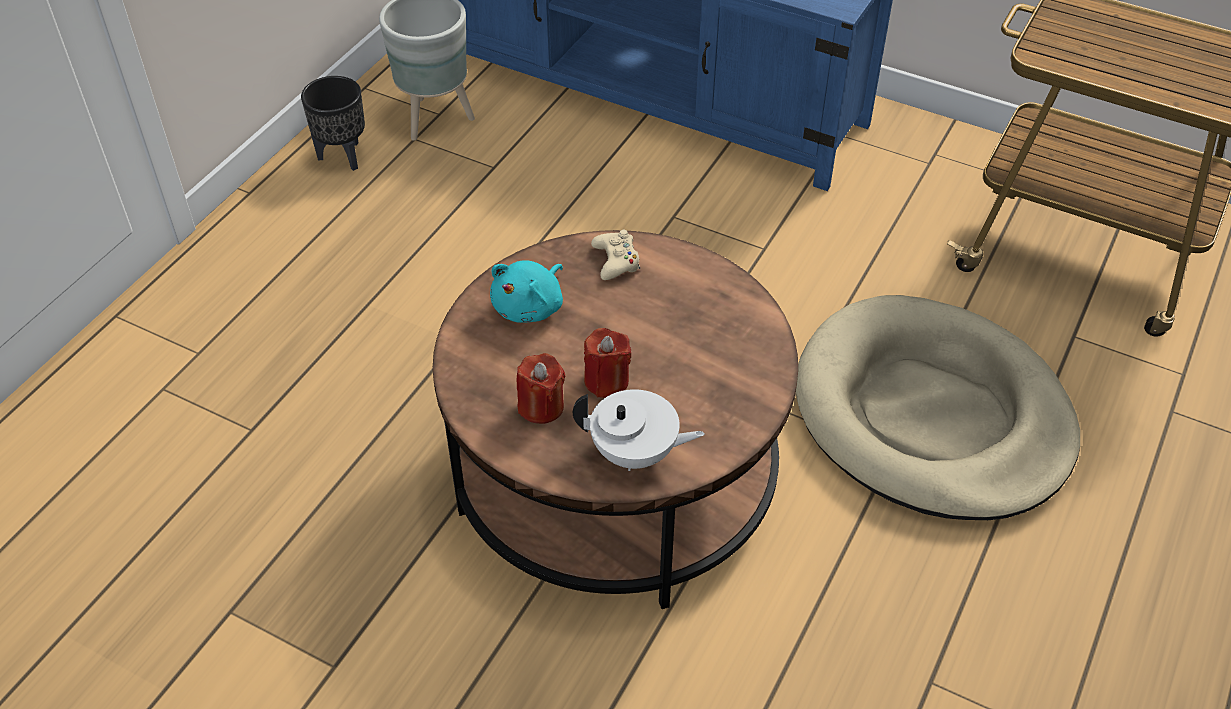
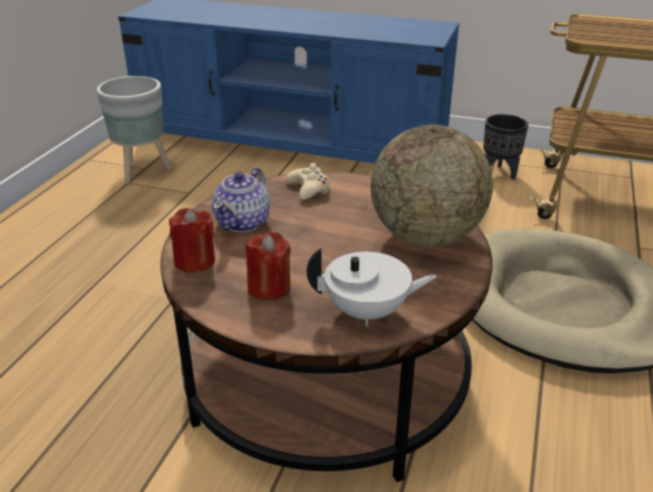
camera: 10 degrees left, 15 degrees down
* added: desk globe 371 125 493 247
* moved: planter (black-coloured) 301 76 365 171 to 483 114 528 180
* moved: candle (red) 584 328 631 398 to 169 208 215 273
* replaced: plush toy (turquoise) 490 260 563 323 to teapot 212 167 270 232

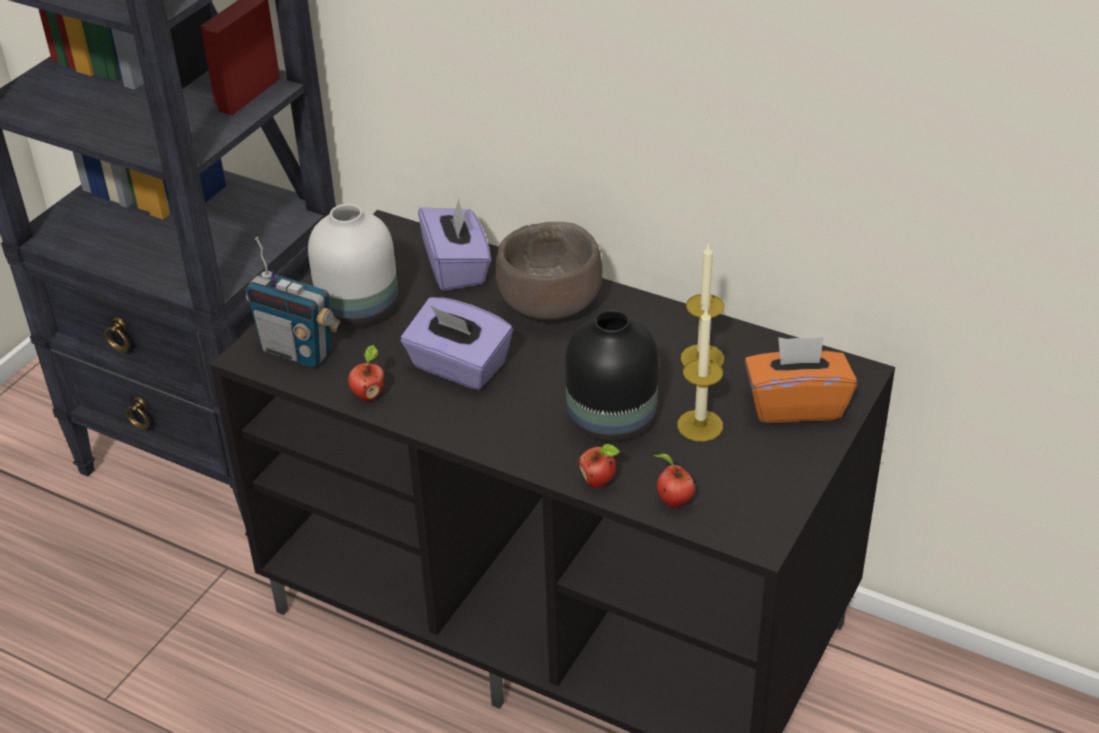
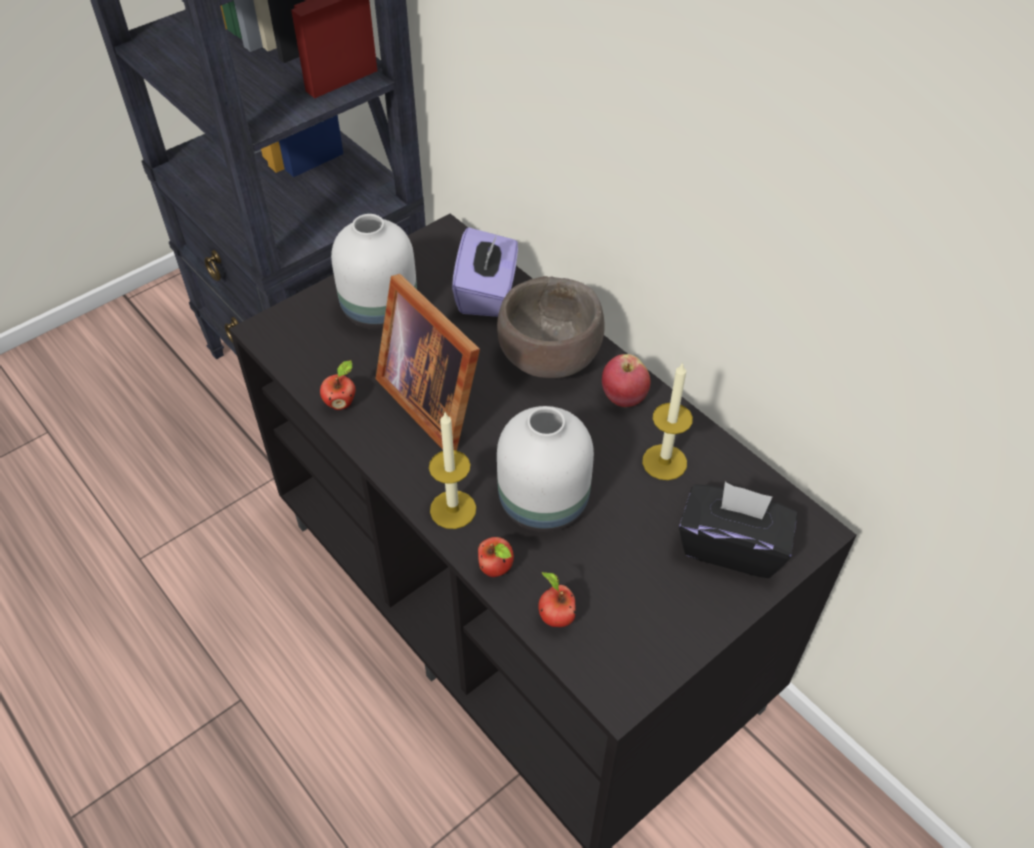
camera: 20 degrees right, 10 degrees up
* removed: radio set 245 237 341 368
* added: apple fruit 602 354 650 407
* moved: candle 677 307 723 441 to 429 412 476 529
* replaced: tissue box (purplish) 401 297 513 390 to standing frame 376 274 480 451
* recoloured: decorative vase (black-coloured) 565 310 659 442 to decorative vase (whitish) 497 406 594 532
* recoloured: tissue box (orange) 744 337 857 423 to tissue box (black-coloured) 679 482 797 578

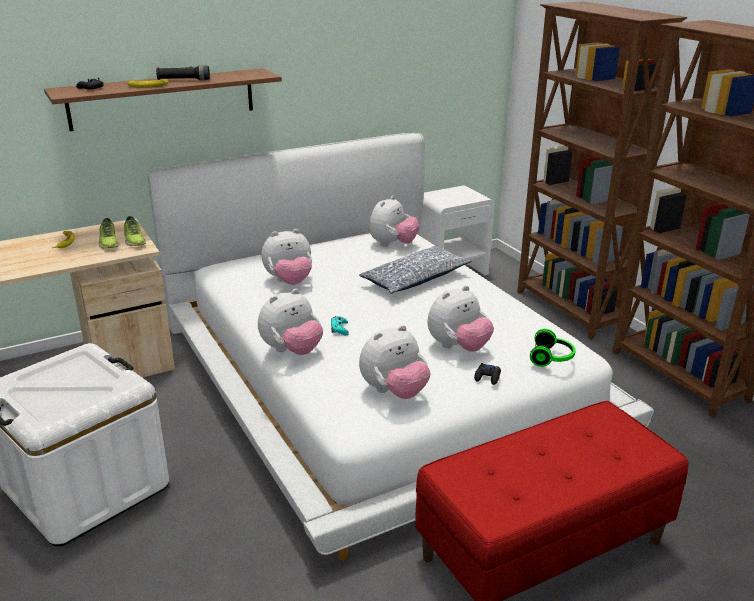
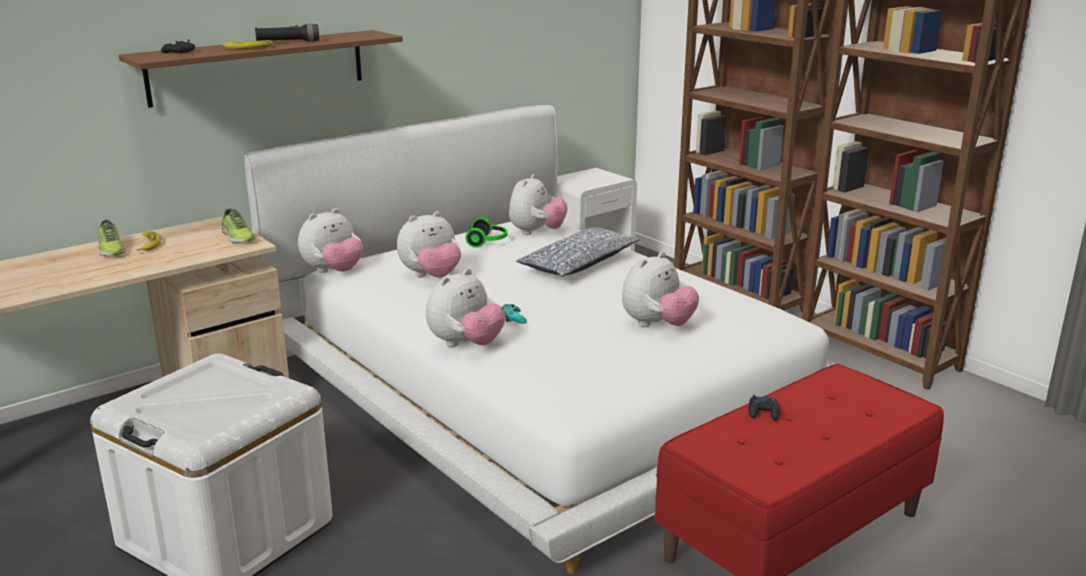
camera: 10 degrees left, 5 degrees down
* moved: low shoe 99 218 119 249 to 98 220 126 256
* moved: plush toy 359 325 431 399 to 298 208 363 273
* moved: joypad (black-coloured) 474 363 501 385 to 749 395 780 420
* moved: headphones 530 329 575 367 to 465 217 508 248

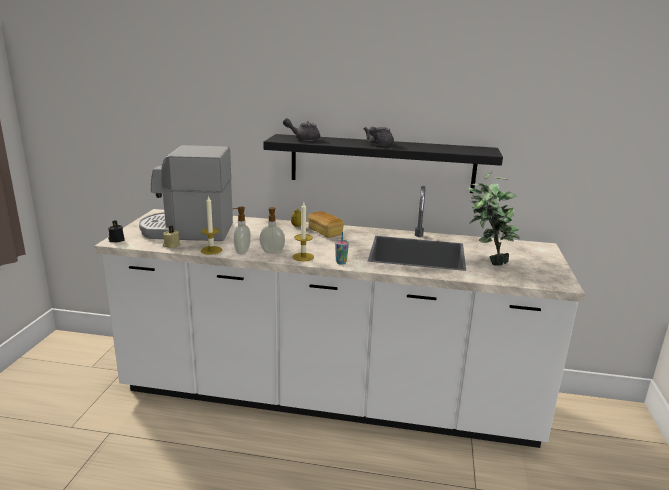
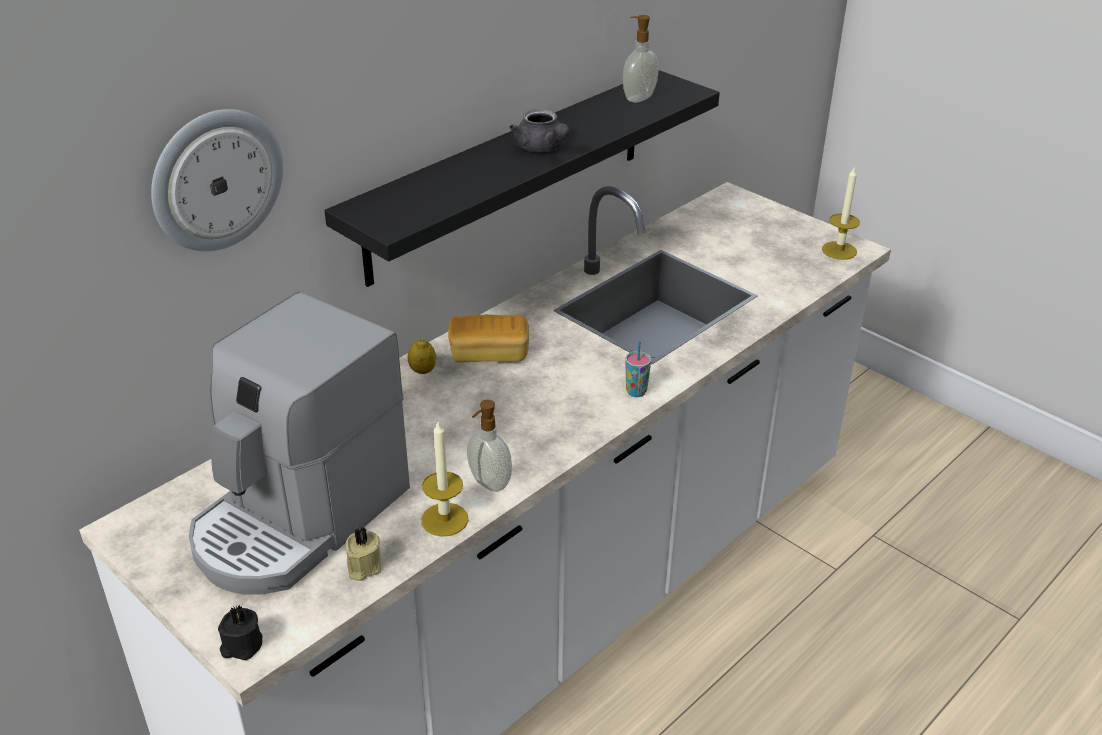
camera: 55 degrees left, 15 degrees up
* removed: teapot (grey) 283 118 320 141
* removed: potted plant 468 171 520 266
* added: wall clock 151 109 283 251
* moved: soap bottle 260 207 285 254 to 623 15 659 103
* moved: candle 293 202 314 261 to 822 168 860 260

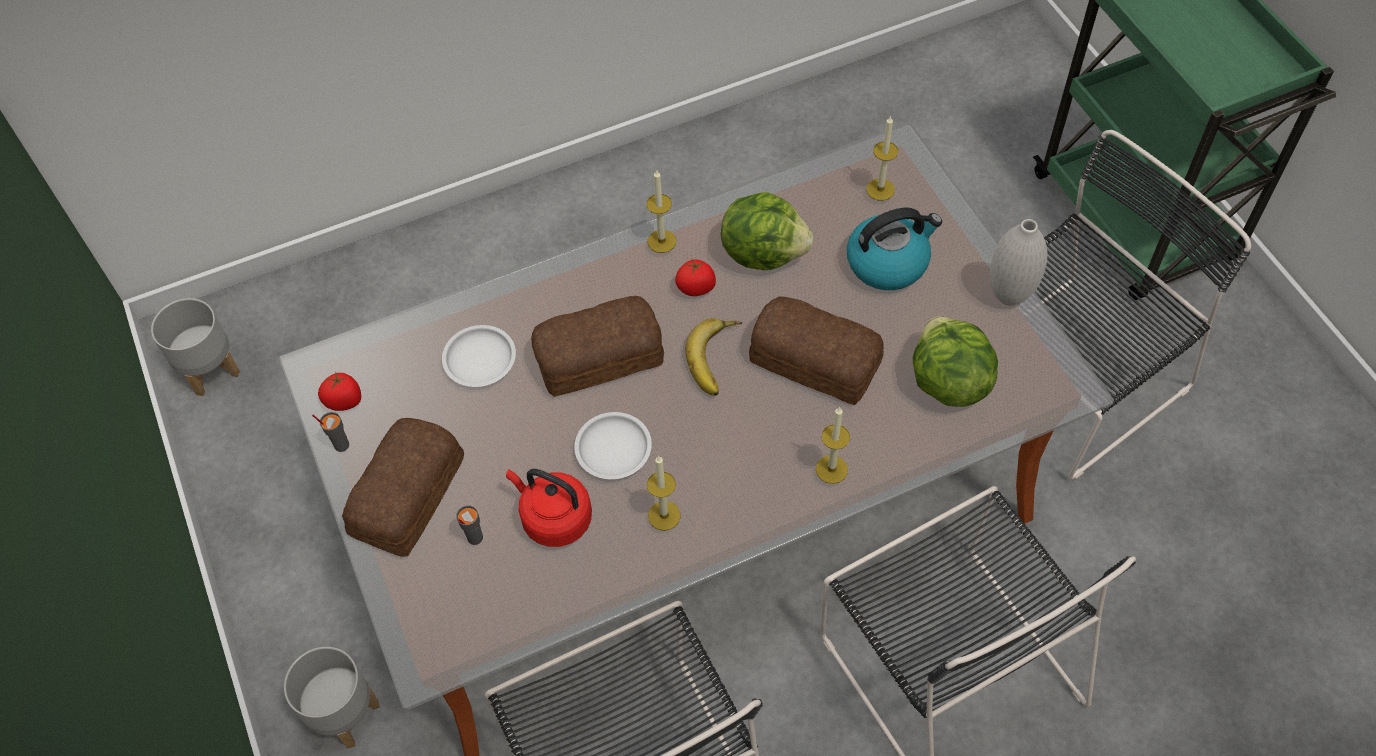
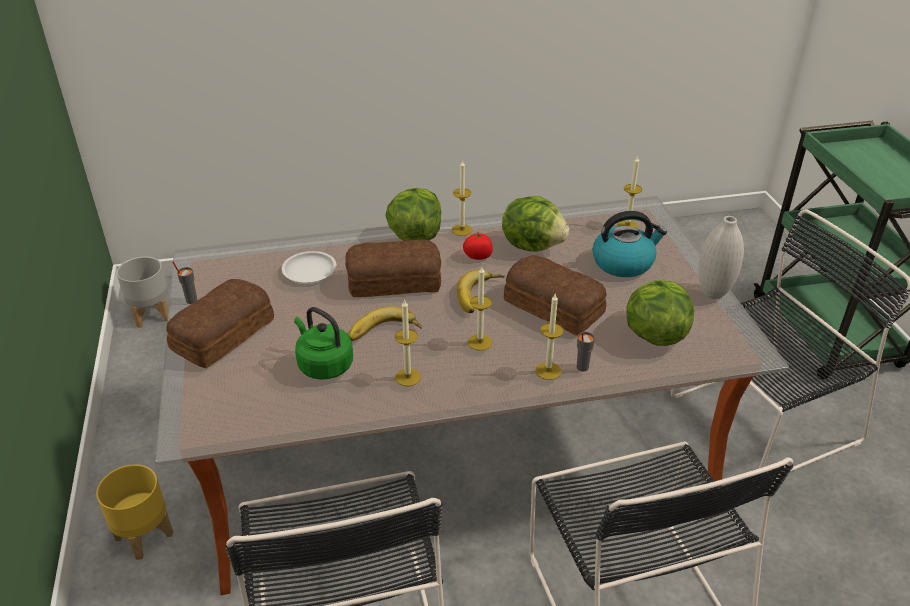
camera: 10 degrees right, 20 degrees down
* removed: whole tomato 318 371 361 411
* added: lettuce head 385 188 441 240
* added: candle 467 267 492 351
* moved: drinking cup (grey) 456 505 483 545 to 576 332 595 372
* replaced: flat dish (whitish) 574 412 652 479 to banana 349 306 421 341
* recoloured: planter (grey) 284 647 380 749 to planter (yellow) 96 464 173 560
* recoloured: kettle (red) 506 469 592 547 to kettle (green) 294 307 353 380

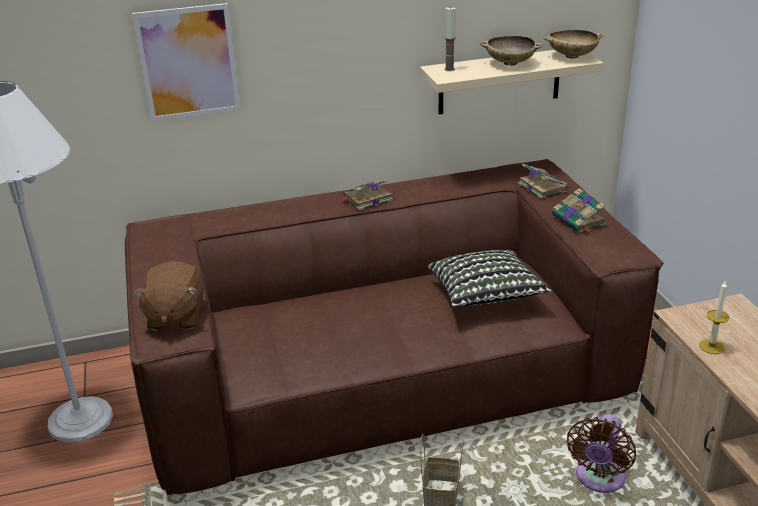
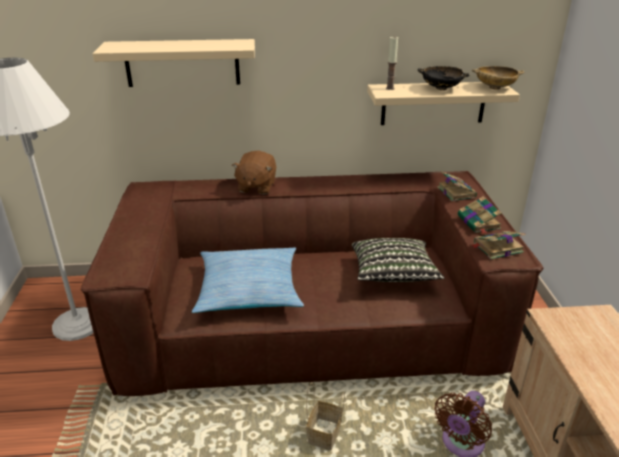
camera: 10 degrees right, 0 degrees up
* removed: candle 699 280 729 354
* added: cushion 192 247 304 313
* moved: plush toy (brown-coloured) 133 261 203 331 to 232 150 276 195
* moved: book 340 179 393 210 to 471 231 526 260
* replaced: picture 132 3 241 121 to bracket shelf (beige-coloured) 93 39 255 87
* recoloured: deep dish (beige-coloured) 480 36 543 66 to deep dish (black-coloured) 418 66 469 90

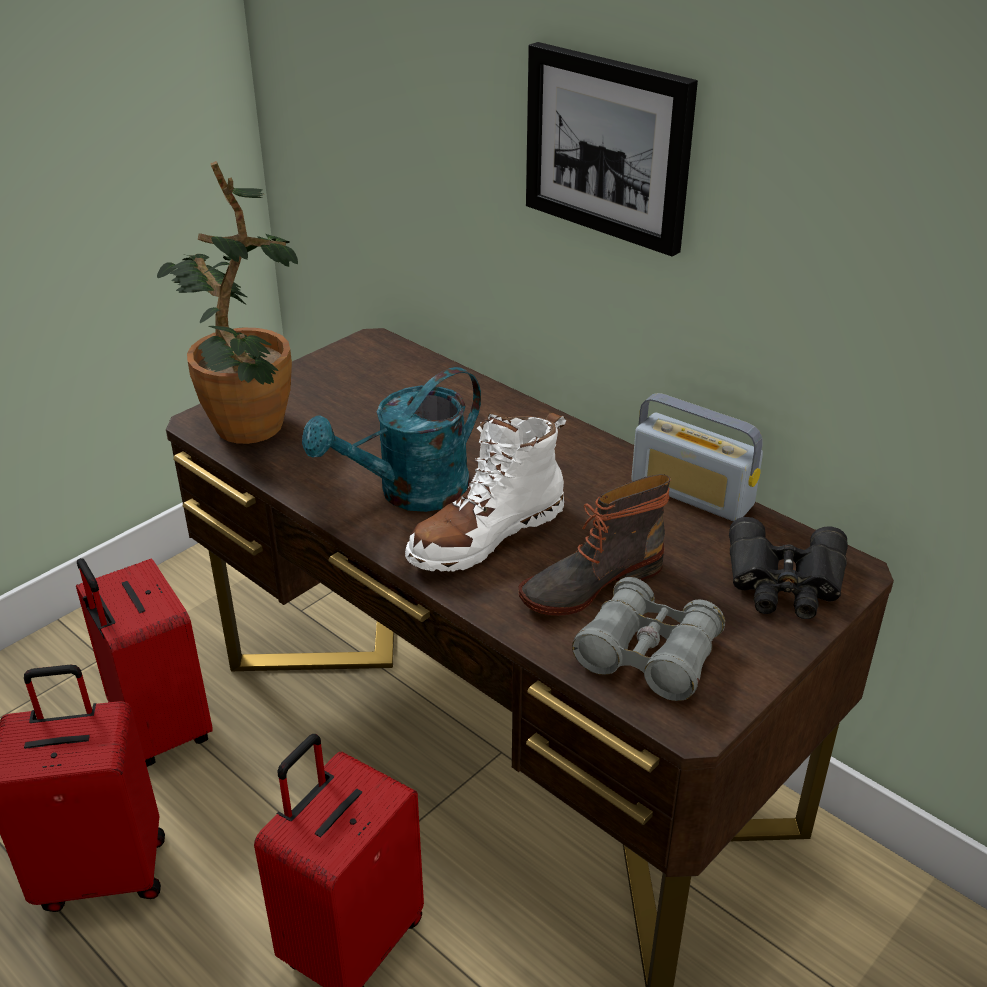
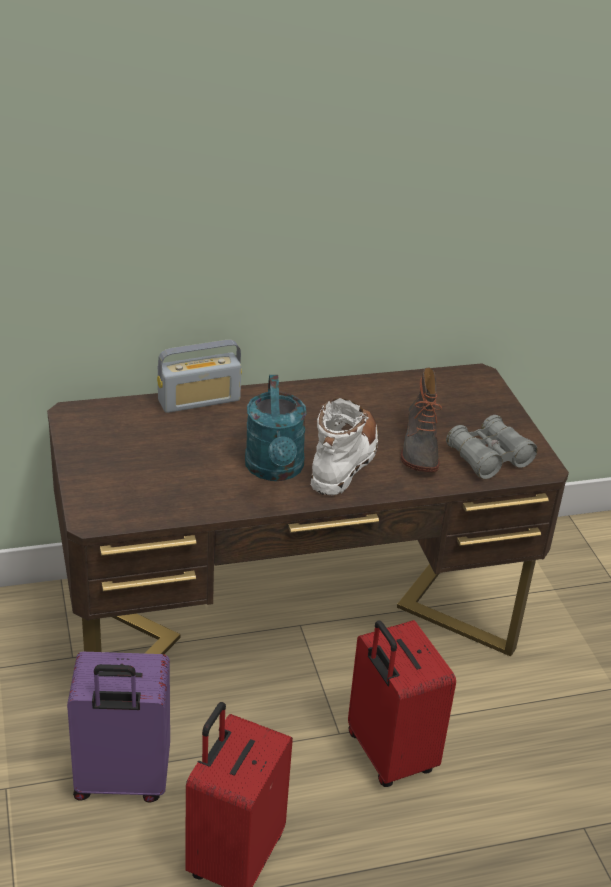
camera: 60 degrees left, 0 degrees up
* removed: potted plant 157 161 298 444
* removed: picture 526 42 698 257
* removed: pair of binoculars (black-coloured) 729 517 848 619
* moved: radio set 631 393 763 521 to 157 340 242 413
* recoloured: piece of luggage (red) 76 558 213 767 to piece of luggage (purplish) 67 652 170 803
* turned: high-top boot (whitish) 405 413 566 572 = 311 398 378 496 150 degrees counterclockwise

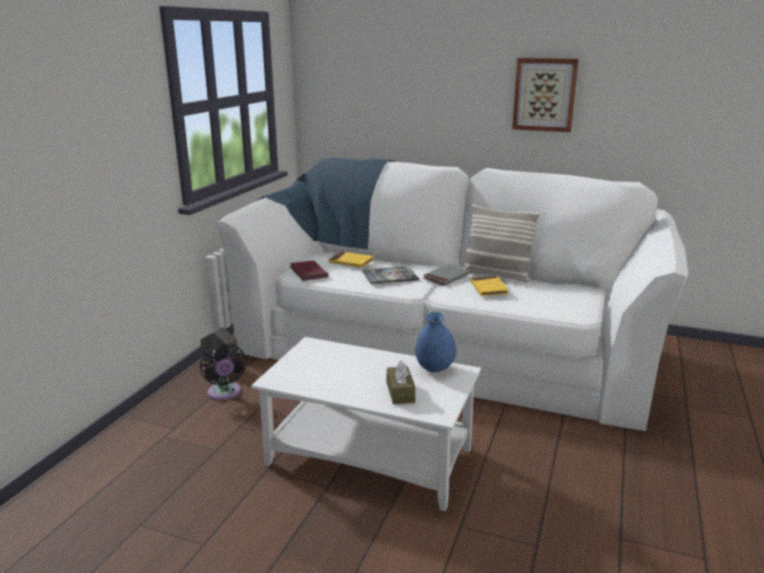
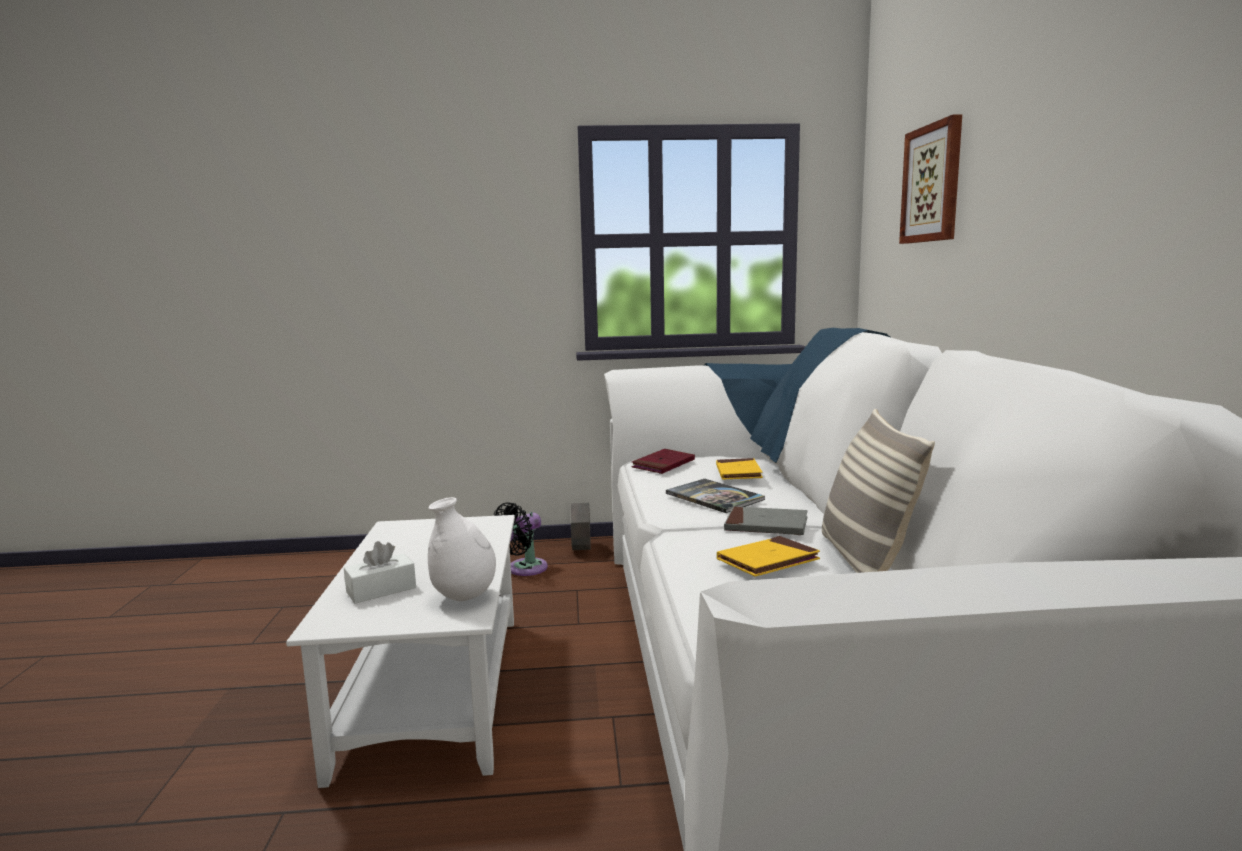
camera: 65 degrees right, 10 degrees down
* moved: picture 512 58 579 132 to 899 114 962 244
* recoloured: tissue box (brown-coloured) 387 360 415 404 to tissue box (whitish) 344 541 416 603
* recoloured: decorative vase (bluish) 415 312 457 372 to decorative vase (whitish) 428 497 496 601

